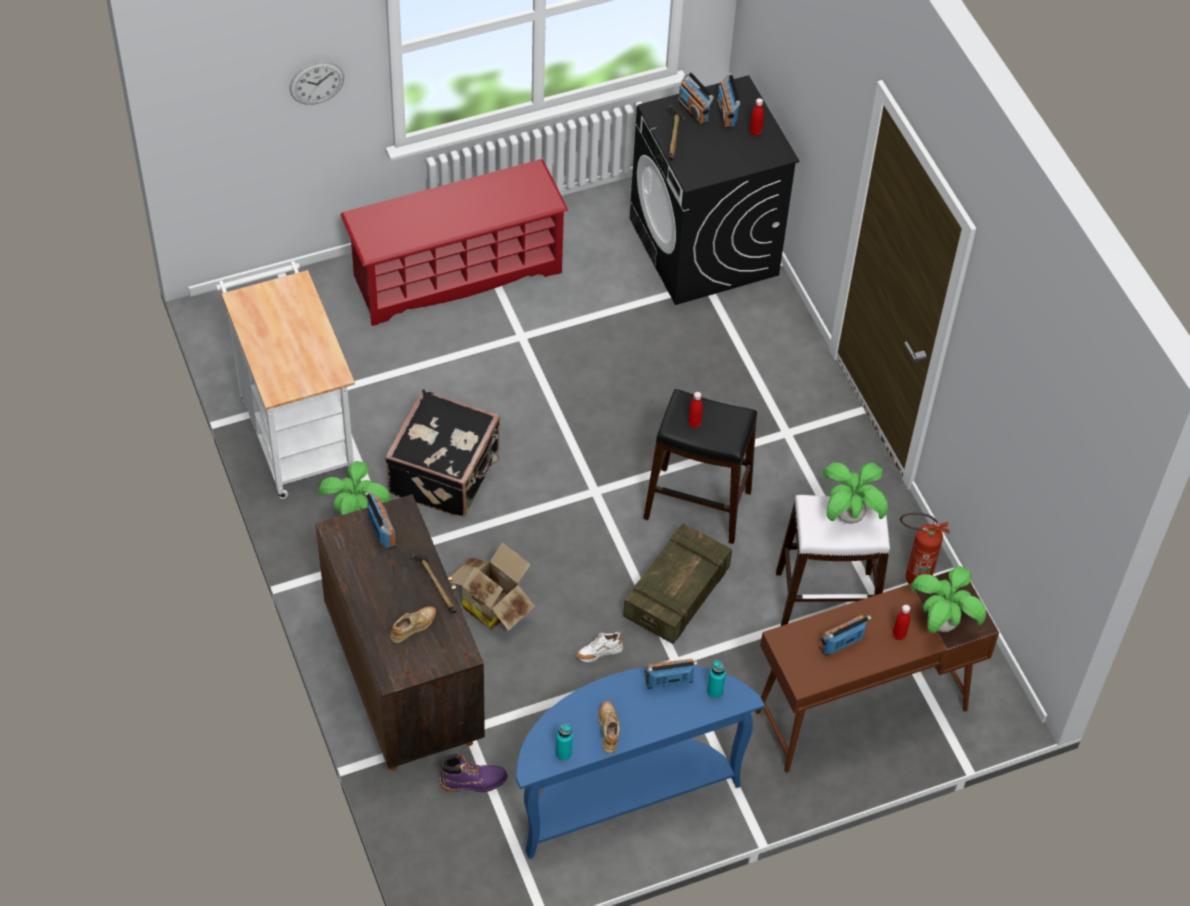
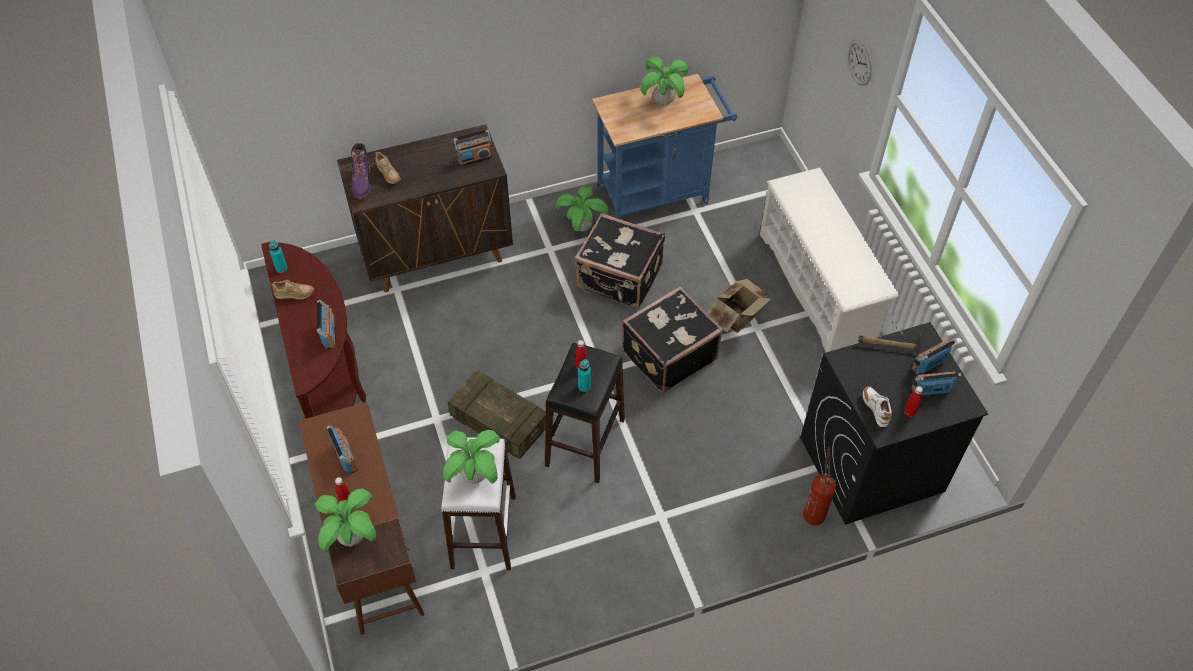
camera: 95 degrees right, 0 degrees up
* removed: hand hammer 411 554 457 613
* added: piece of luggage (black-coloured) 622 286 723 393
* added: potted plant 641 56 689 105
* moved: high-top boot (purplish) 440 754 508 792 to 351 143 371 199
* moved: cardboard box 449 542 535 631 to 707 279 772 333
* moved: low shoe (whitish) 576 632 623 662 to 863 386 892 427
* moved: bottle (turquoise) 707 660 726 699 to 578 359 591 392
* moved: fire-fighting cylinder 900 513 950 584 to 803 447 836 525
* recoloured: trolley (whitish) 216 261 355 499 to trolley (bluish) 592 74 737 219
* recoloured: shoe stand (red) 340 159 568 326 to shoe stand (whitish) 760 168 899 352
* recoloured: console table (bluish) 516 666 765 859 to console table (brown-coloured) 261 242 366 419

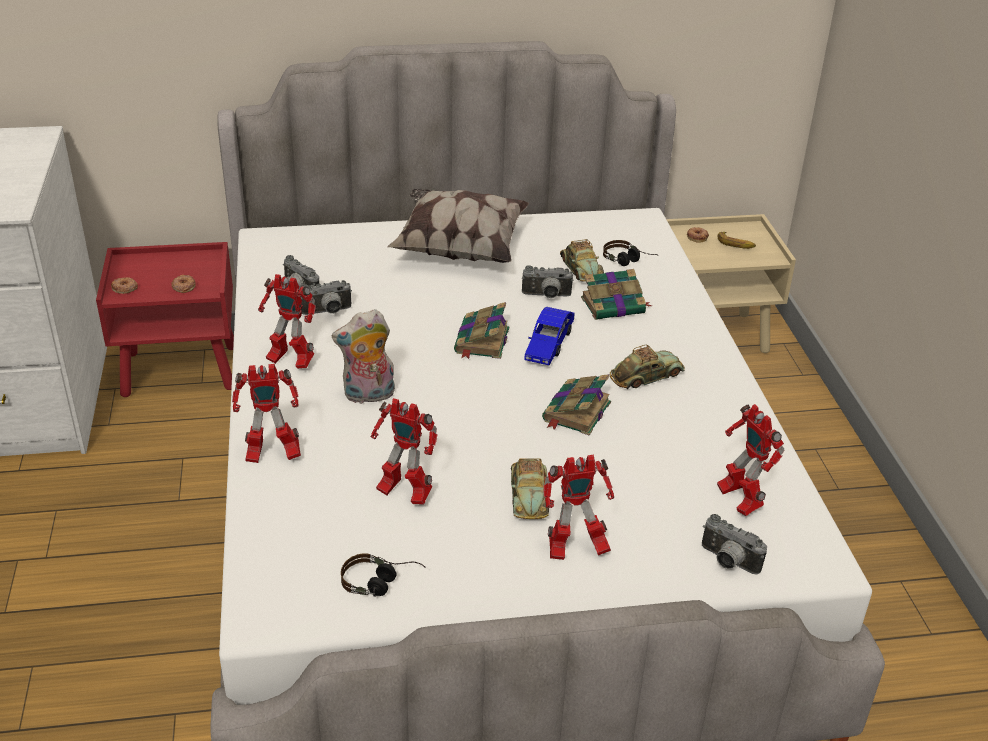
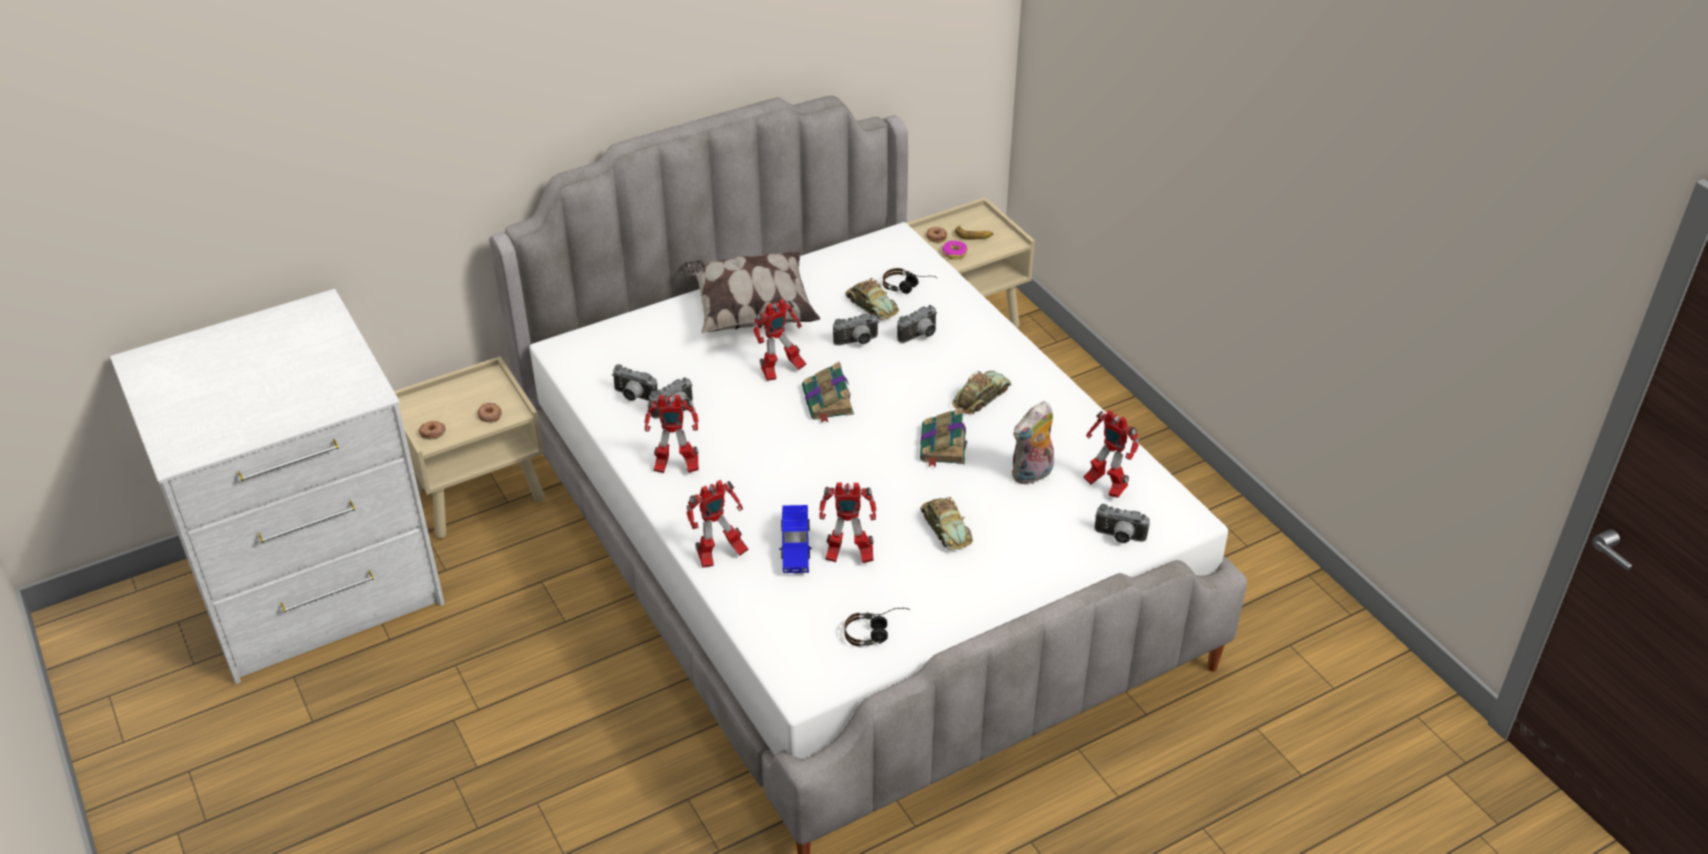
camera: 20 degrees left, 5 degrees up
* added: doughnut 942 240 968 260
* moved: plush toy 332 309 395 404 to 1012 401 1054 485
* moved: model car (bluish) 524 307 575 365 to 779 505 812 573
* moved: toy robot 543 455 614 560 to 753 299 806 381
* replaced: book 581 269 652 320 to still camera 897 305 937 343
* recoloured: bedside table (red) 96 242 234 397 to bedside table (beige-coloured) 394 356 545 539

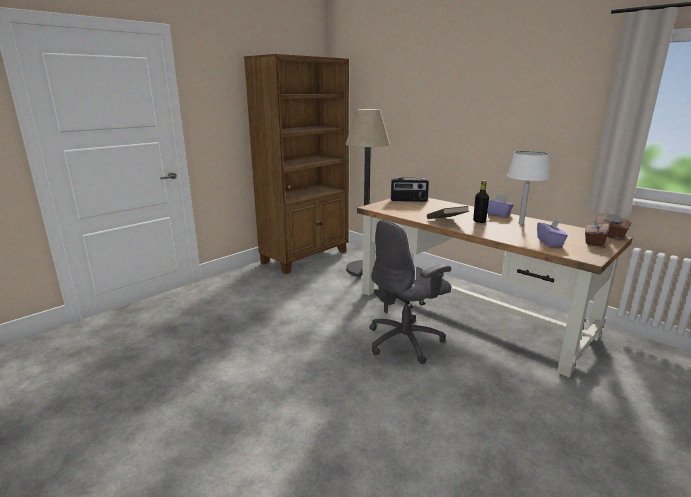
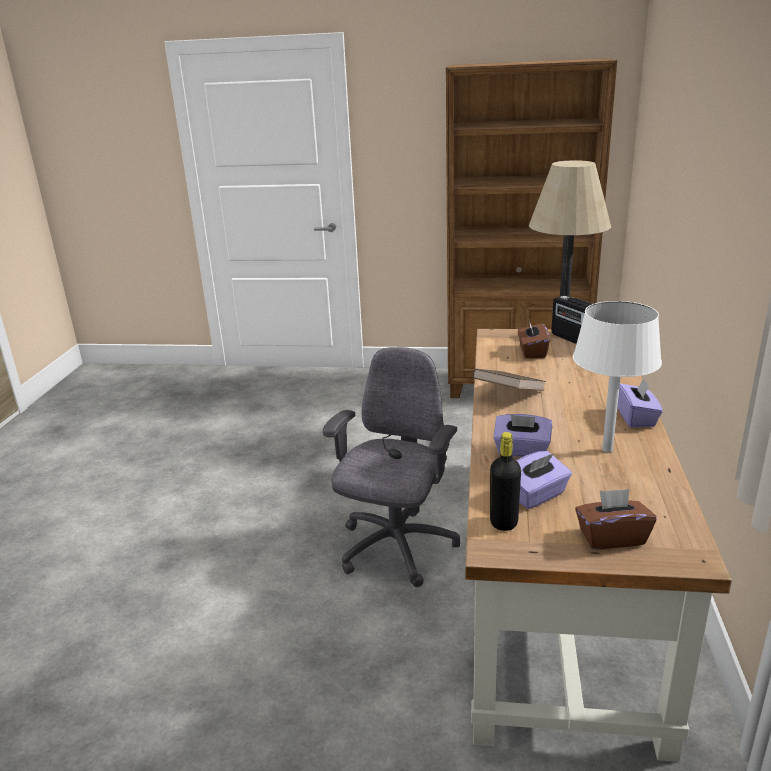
camera: 55 degrees right, 5 degrees up
* added: tissue box (purplish) 493 414 552 457
* moved: bottle (black-coloured) 473 180 489 223 to 490 432 521 531
* moved: tissue box (brown-coloured) 597 213 631 239 to 518 320 550 358
* turned: computer chair (grey) 369 220 451 364 = 323 347 460 587 90 degrees clockwise

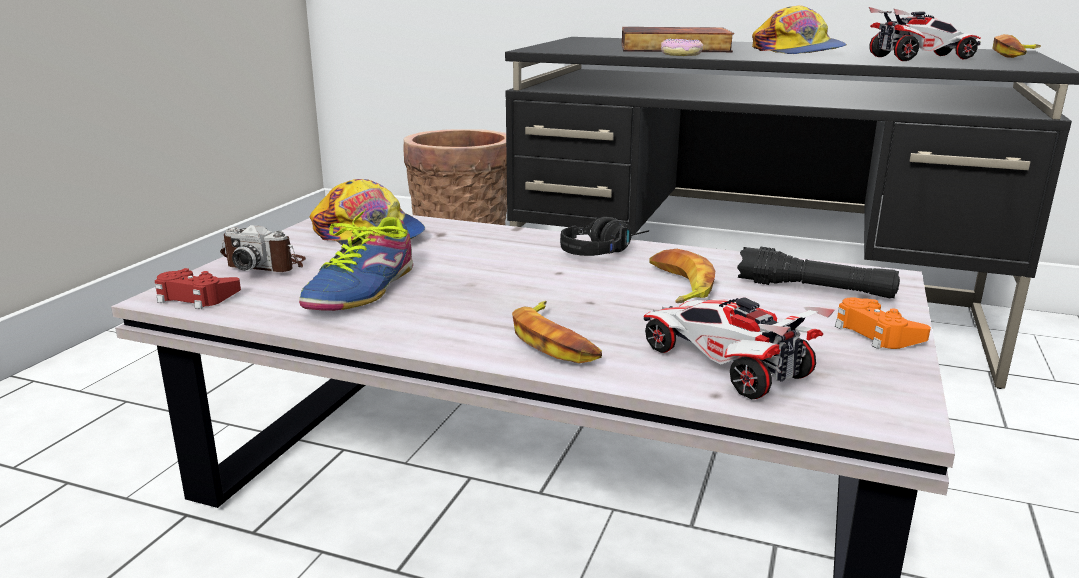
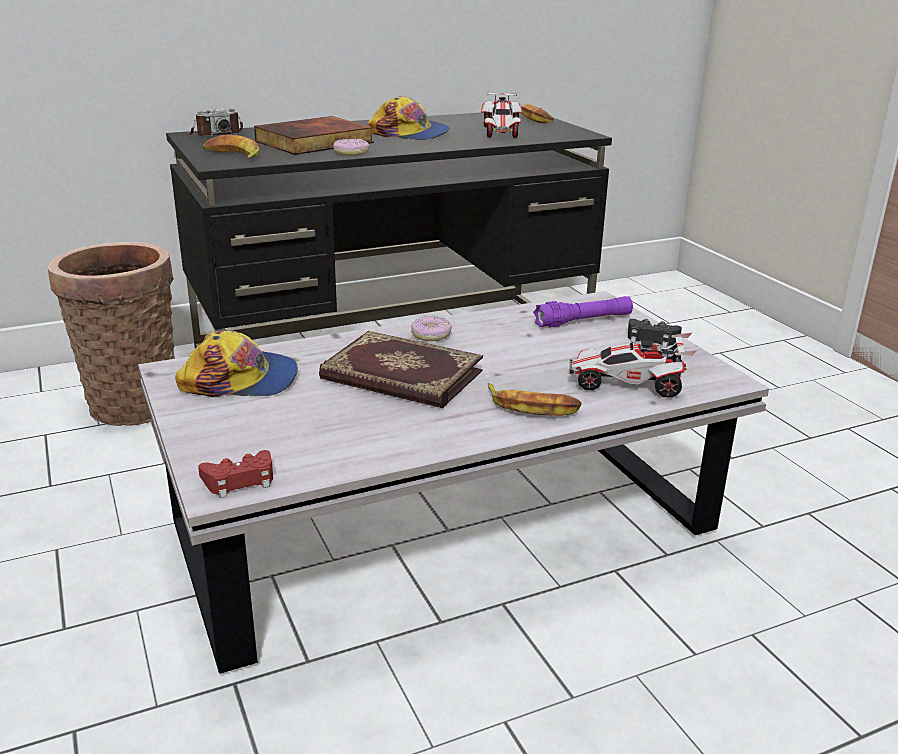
camera: 45 degrees left, 5 degrees up
* removed: low shoe 299 208 413 311
* added: book 319 331 483 408
* moved: still camera 220 225 306 272 to 185 106 243 136
* moved: banana 649 249 715 303 to 203 135 259 159
* replaced: headphones (black-coloured) 560 217 649 256 to doughnut 411 316 452 341
* recoloured: hand torch (black-coloured) 737 246 900 299 to hand torch (purplish) 533 296 633 328
* recoloured: joypad (orange) 835 297 931 349 to joypad (black-coloured) 628 319 682 348
* turned: model car 869 7 981 61 = 481 89 523 138 150 degrees clockwise

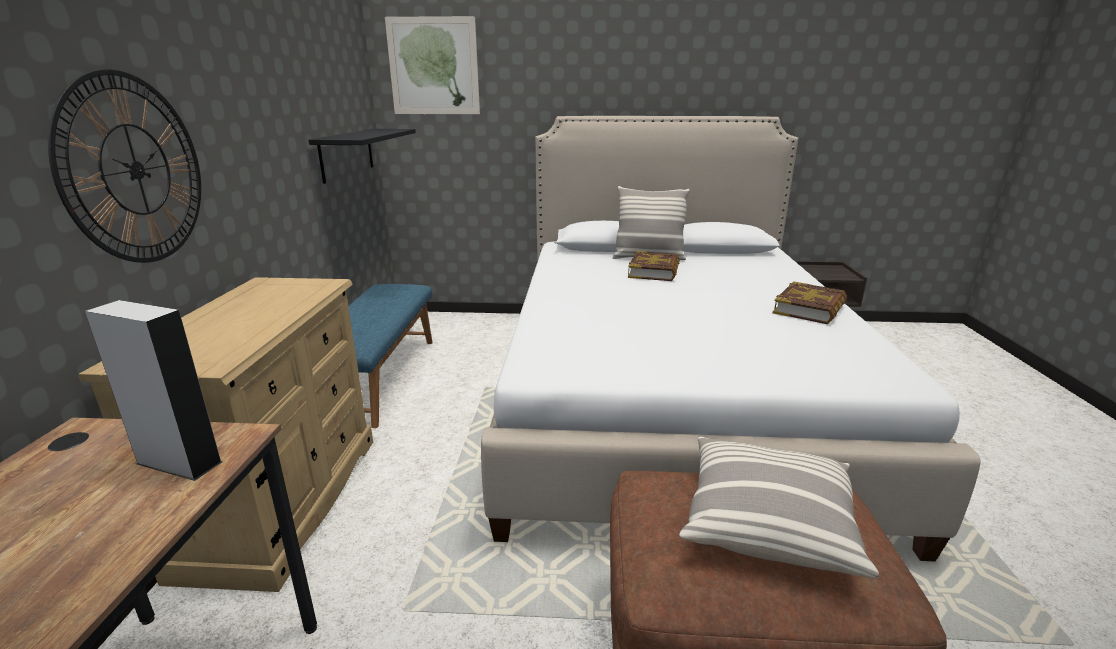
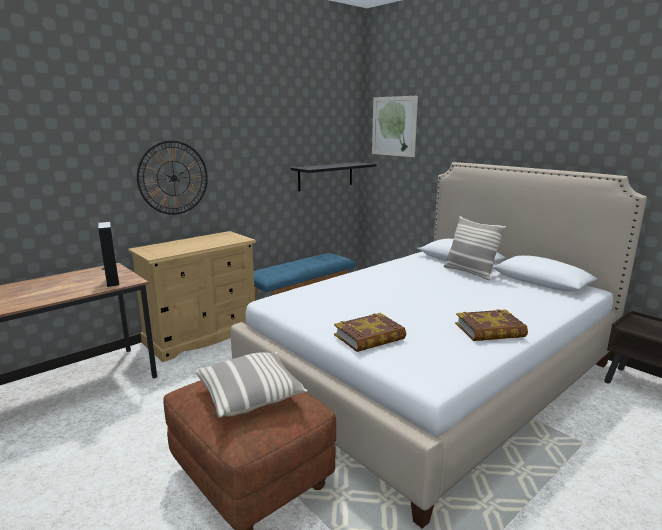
camera: 45 degrees right, 5 degrees down
* moved: book 628 251 680 281 to 334 313 406 352

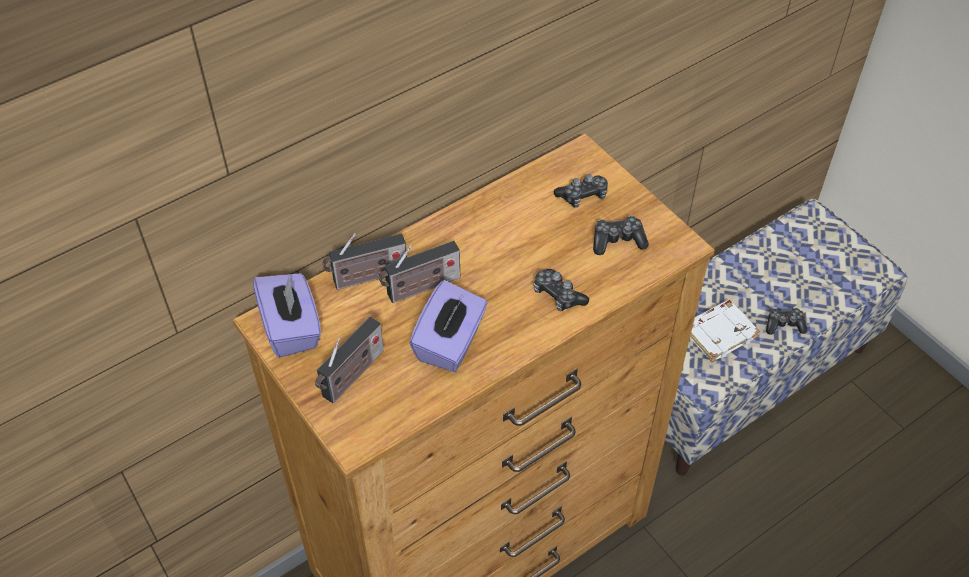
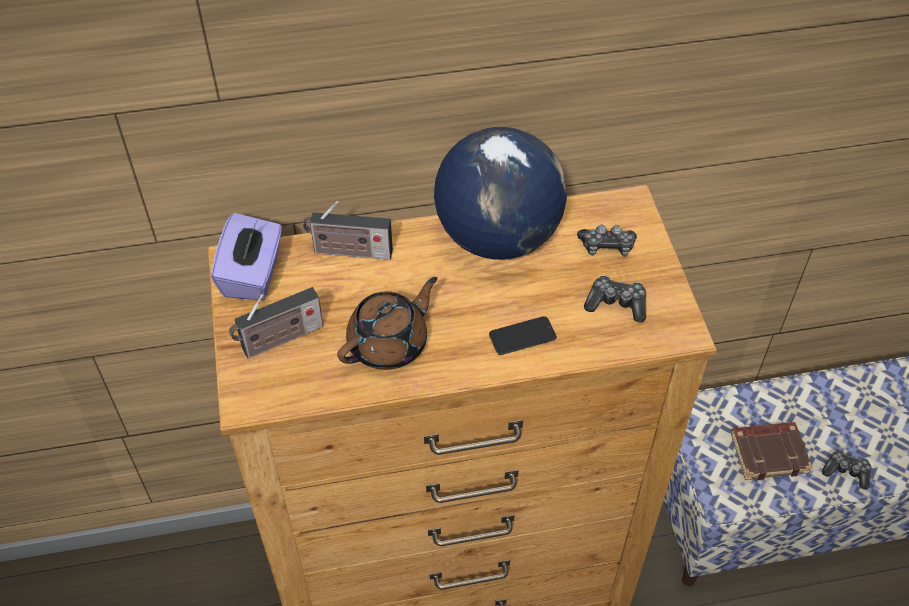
camera: 25 degrees right, 0 degrees up
* removed: radio set 379 241 460 303
* added: desk globe 434 126 567 260
* replaced: tissue box (purplish) 409 280 487 372 to teapot (brown-coloured) 337 277 437 370
* replaced: joypad 533 269 589 311 to handset 489 316 557 355
* recoloured: book (whitish) 690 300 760 362 to book (brown-coloured) 731 422 812 480

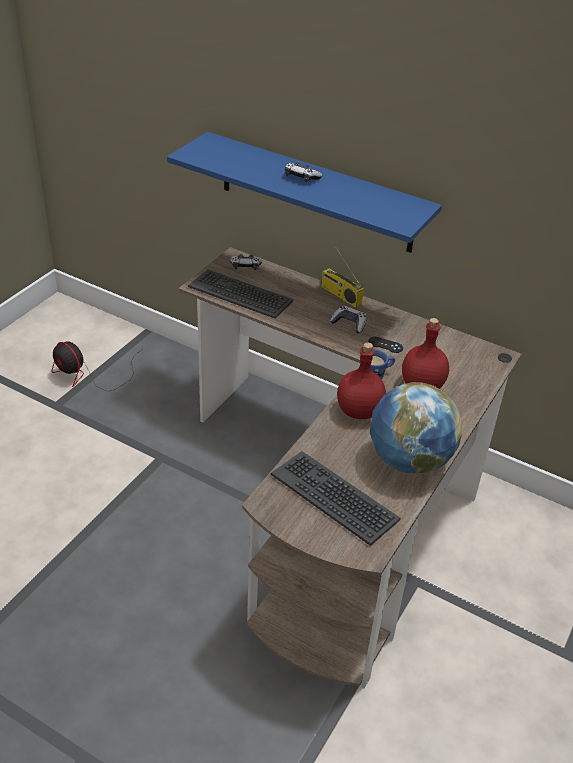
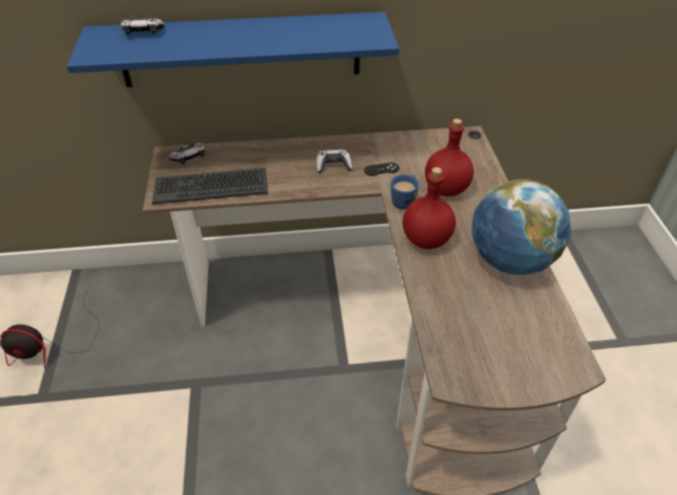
camera: 35 degrees left, 5 degrees up
* removed: PC keyboard 271 451 401 546
* removed: radio set 321 247 364 308
* moved: joypad 285 162 323 182 to 121 15 164 36

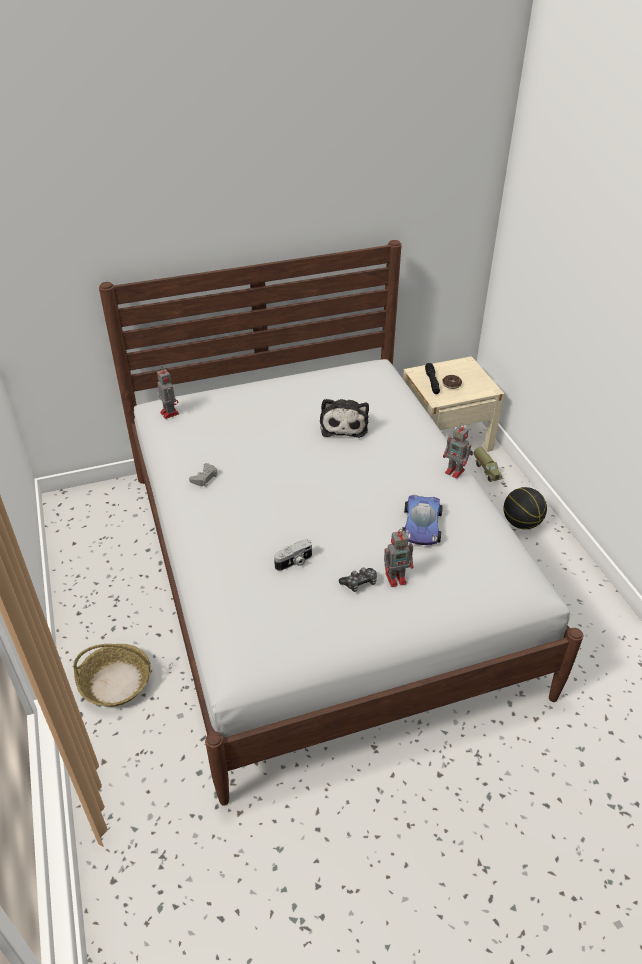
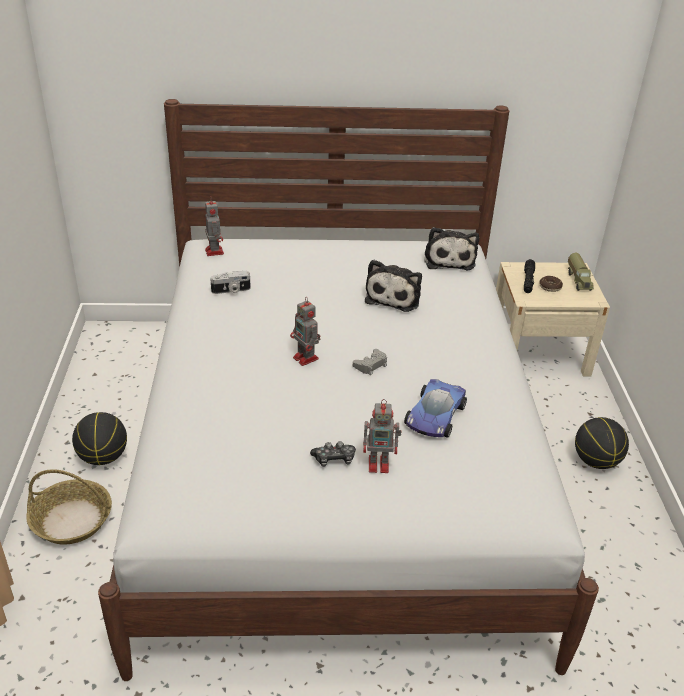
camera: 15 degrees right, 5 degrees down
* added: basketball 72 412 127 465
* added: plush toy 424 227 479 270
* moved: joypad (grey) 189 463 218 487 to 353 349 387 375
* moved: still camera 274 539 312 571 to 210 271 251 294
* moved: toy robot 443 423 473 479 to 290 297 320 366
* moved: model truck 474 447 503 482 to 568 253 594 291

